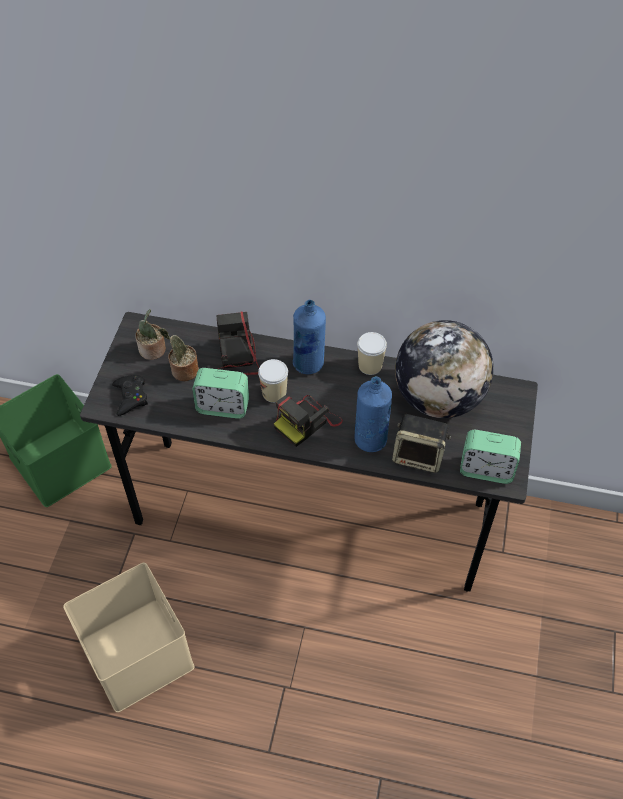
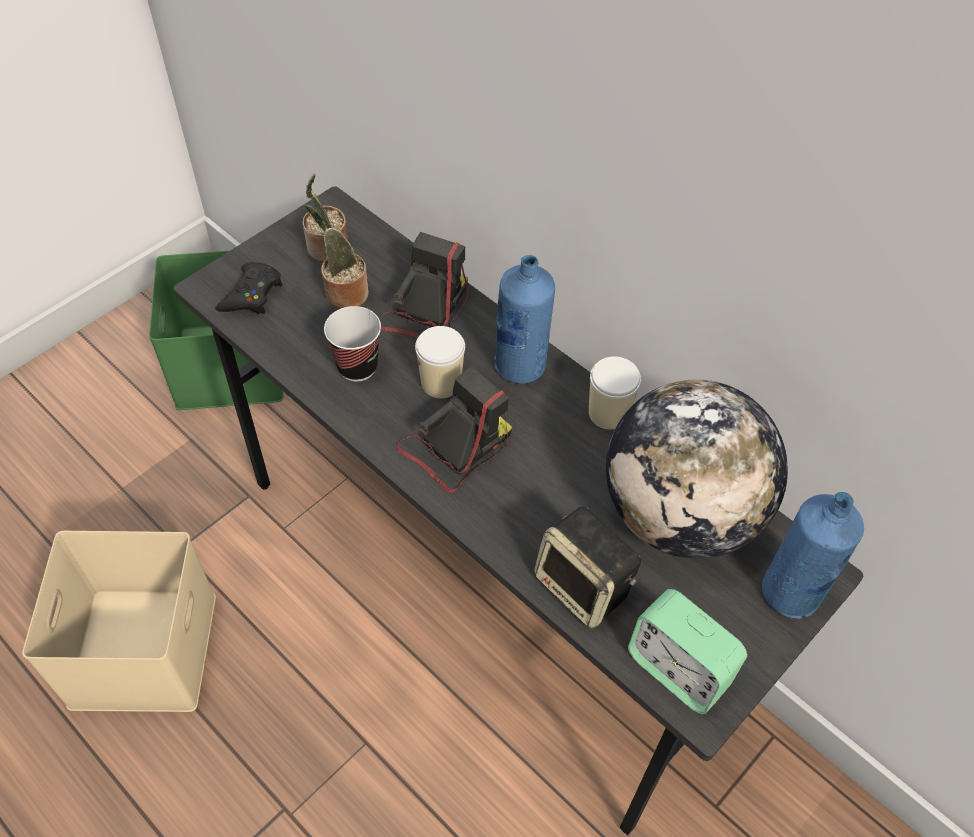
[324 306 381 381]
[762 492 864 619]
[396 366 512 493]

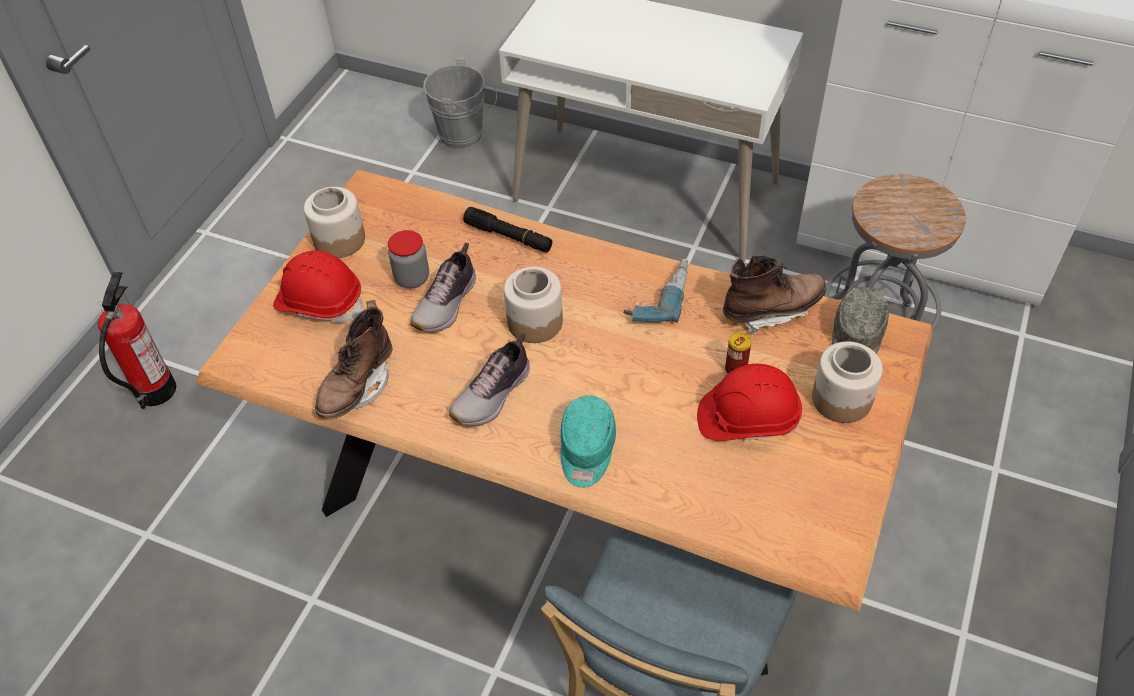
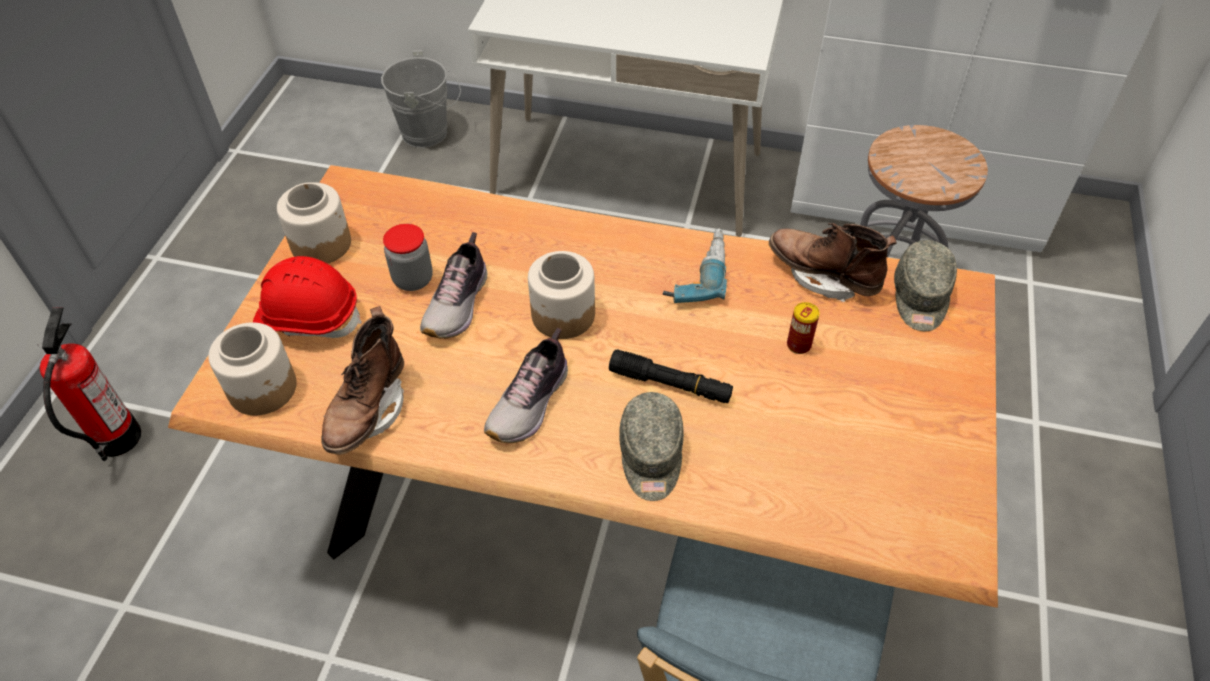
[609 349 733 403]
[769 223 897 302]
[208 322 297 416]
[697 364 802 441] (first image)
[619 392 684 501]

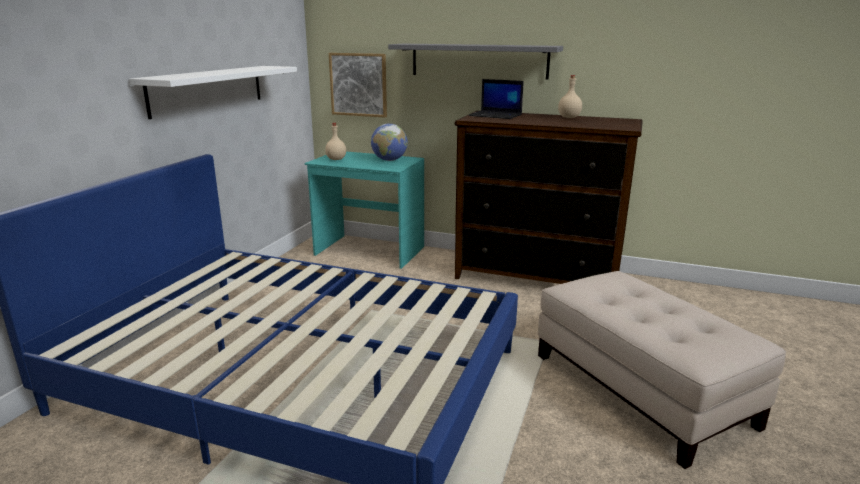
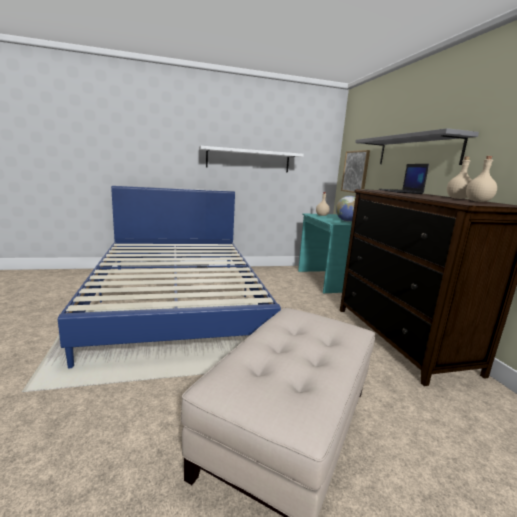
[466 156 497 202]

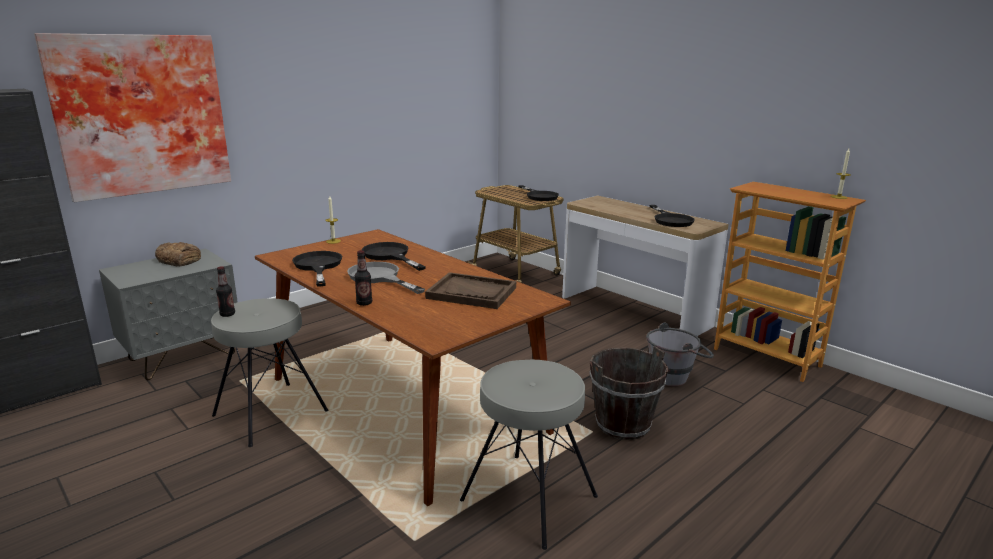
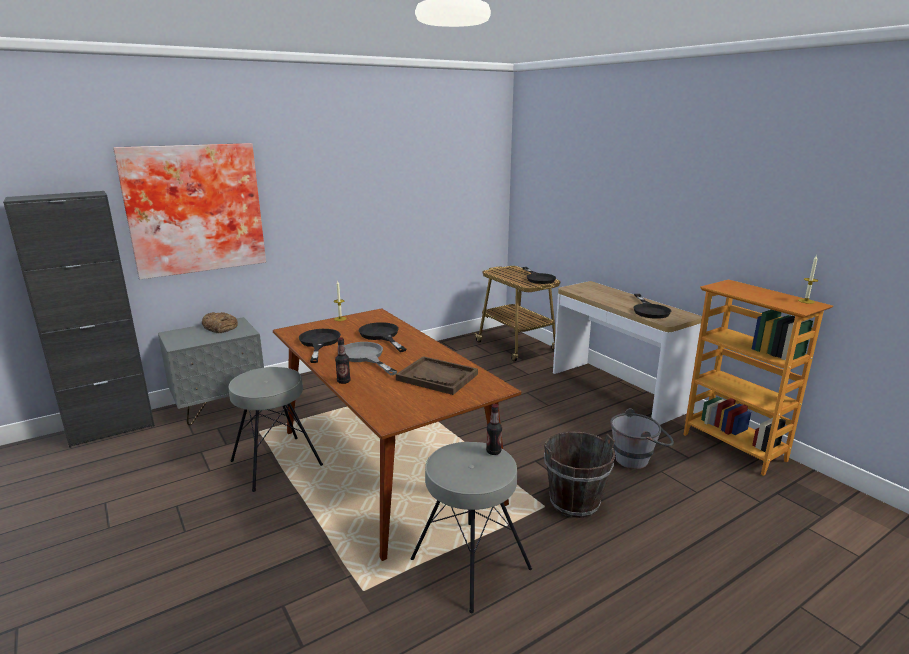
[486 404 502 455]

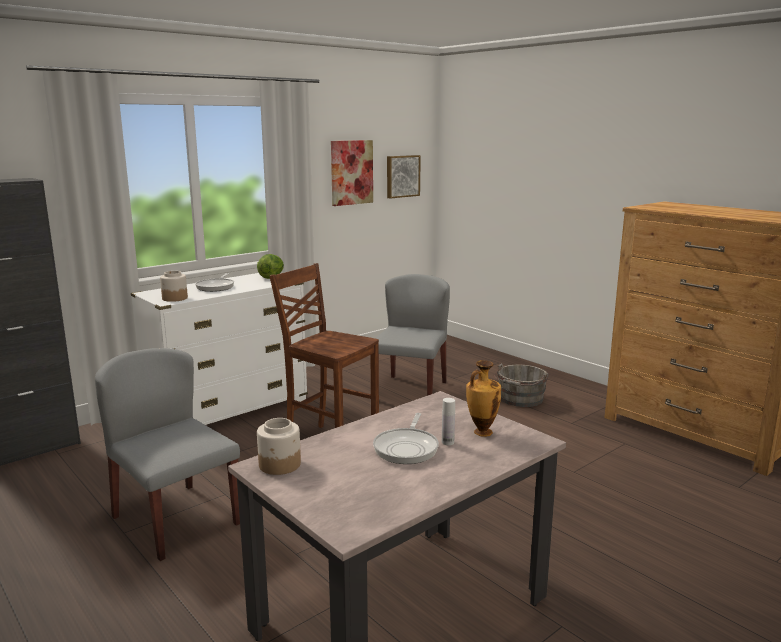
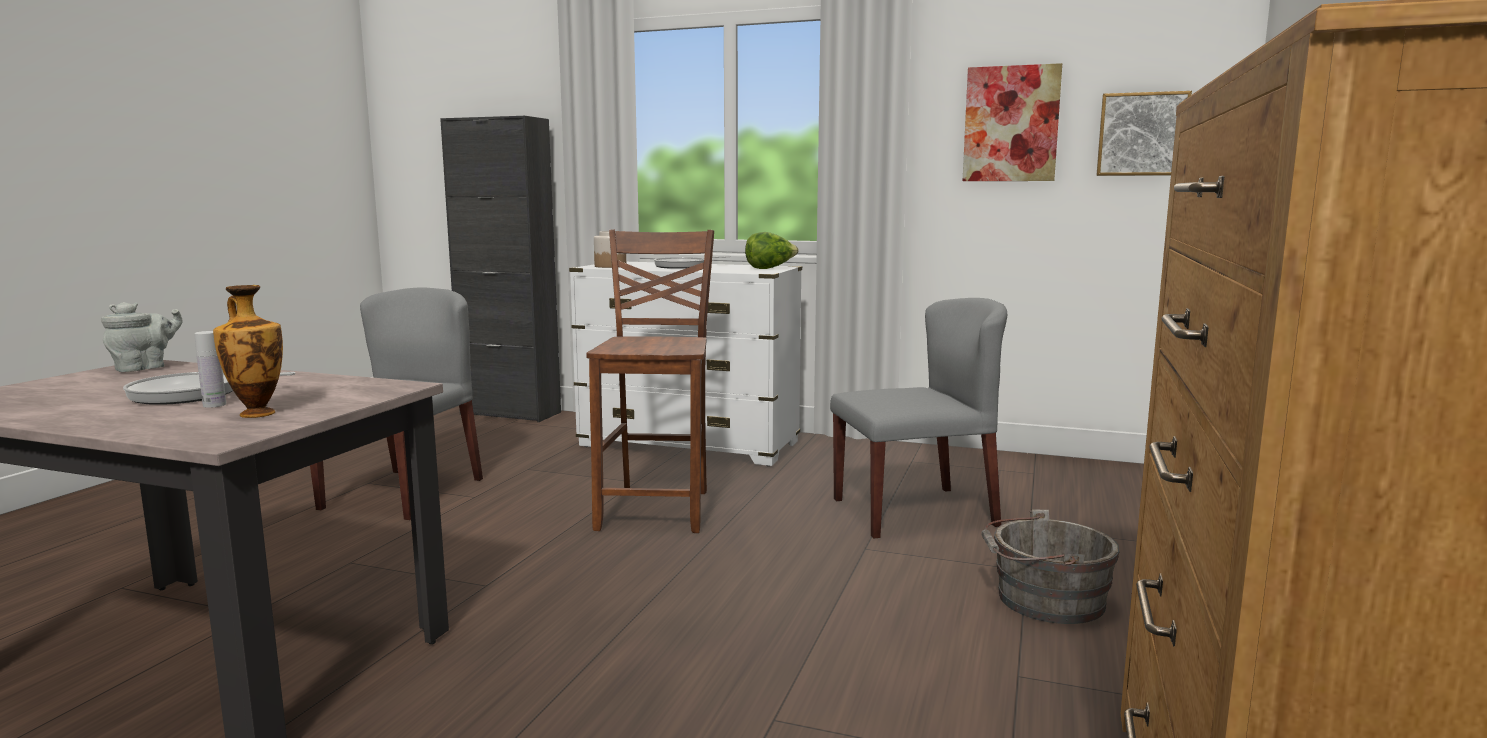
[101 302 183 372]

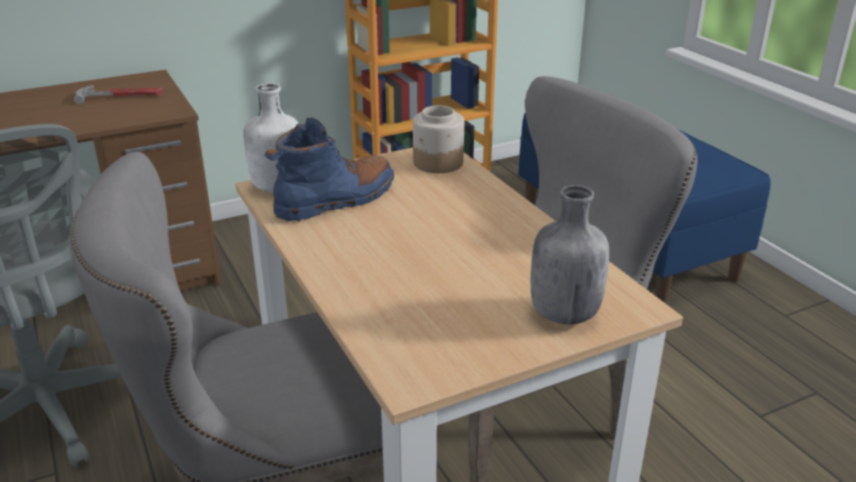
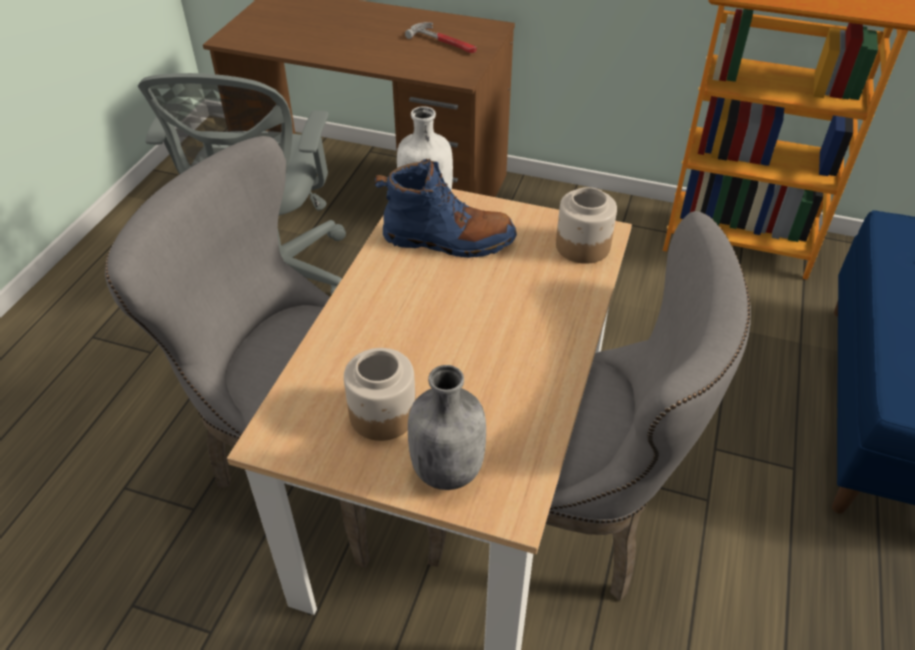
[344 348 416 441]

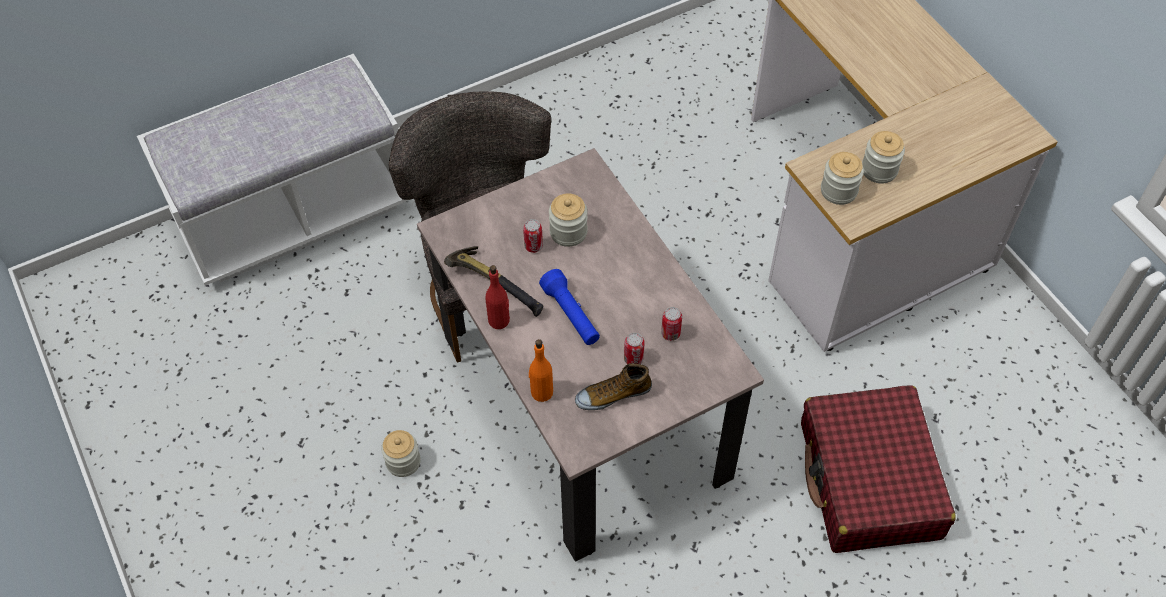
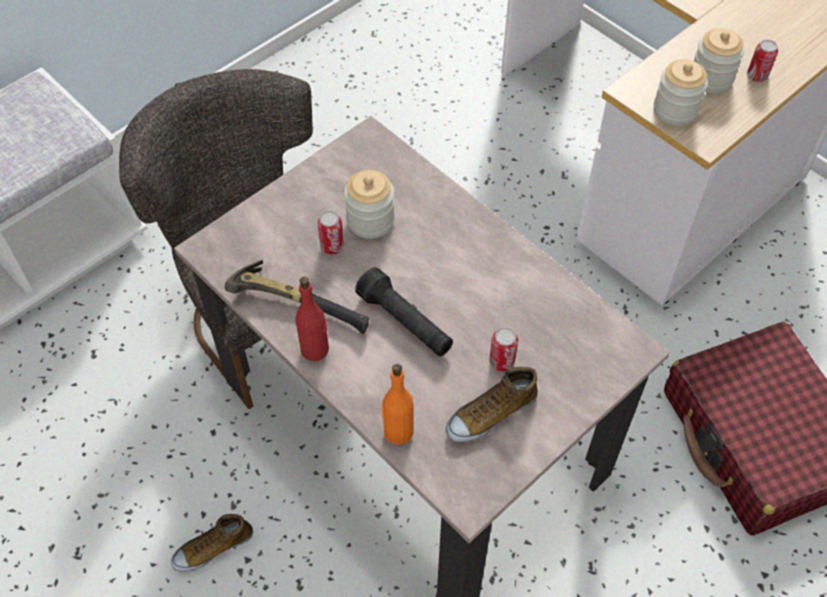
[355 267 453 356]
[747 40 778 82]
[171 514 253 572]

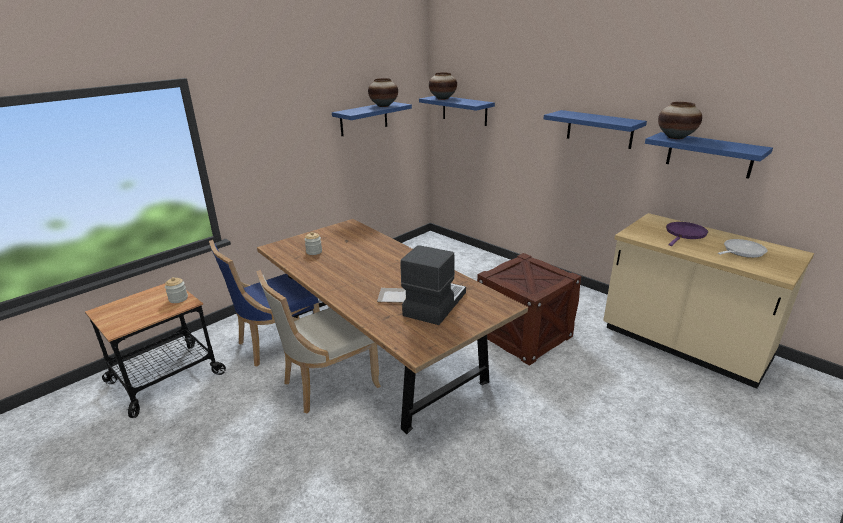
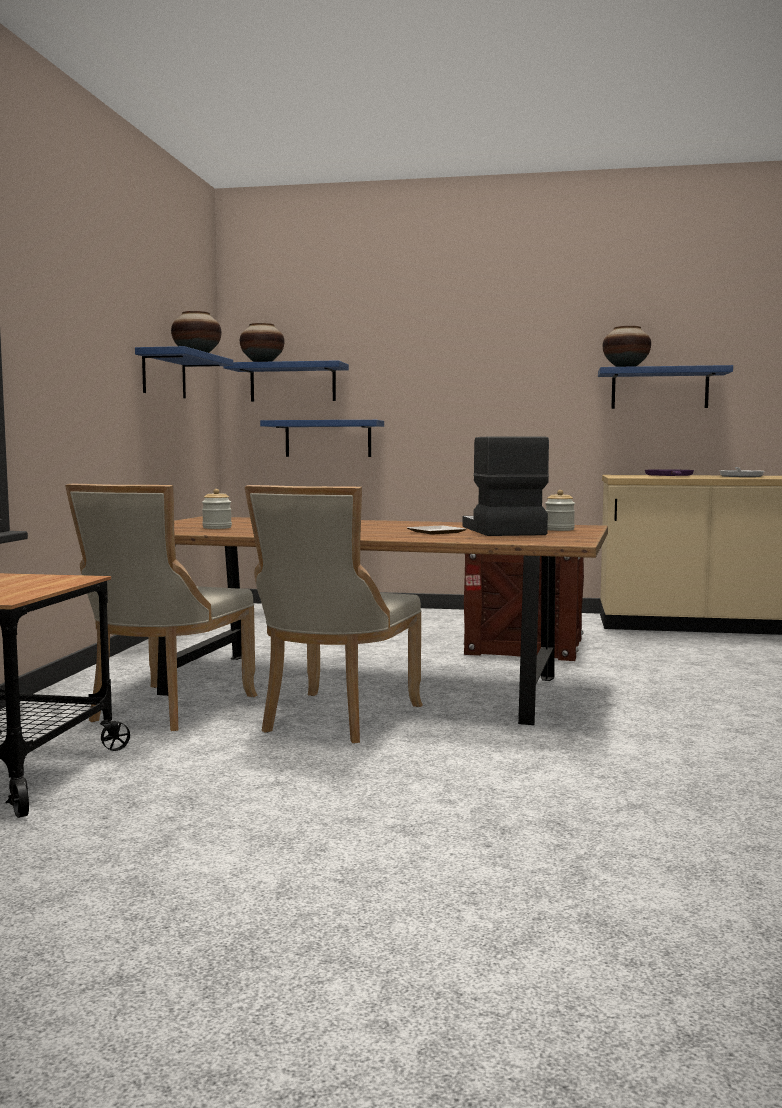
[260 420 384 457]
[65 484 257 731]
[545 490 575 531]

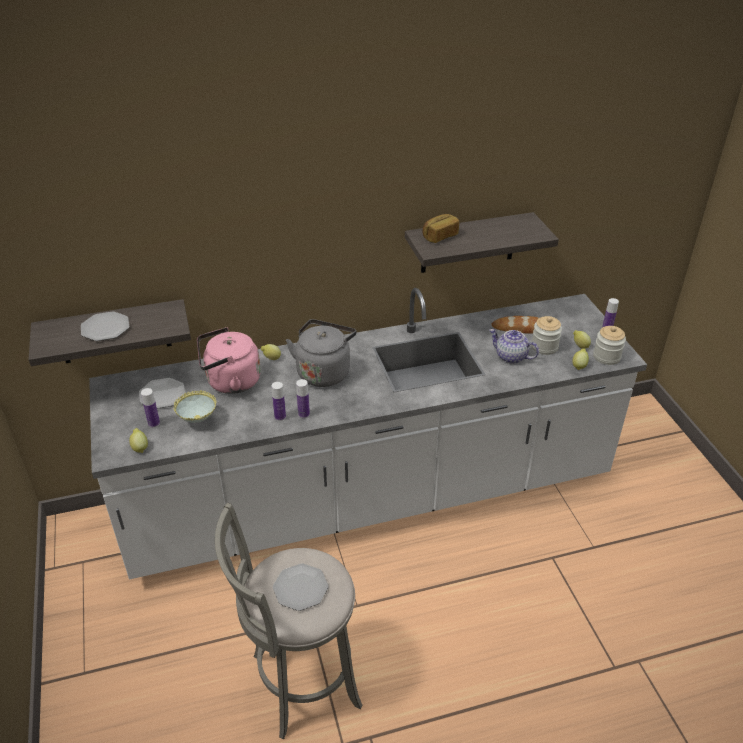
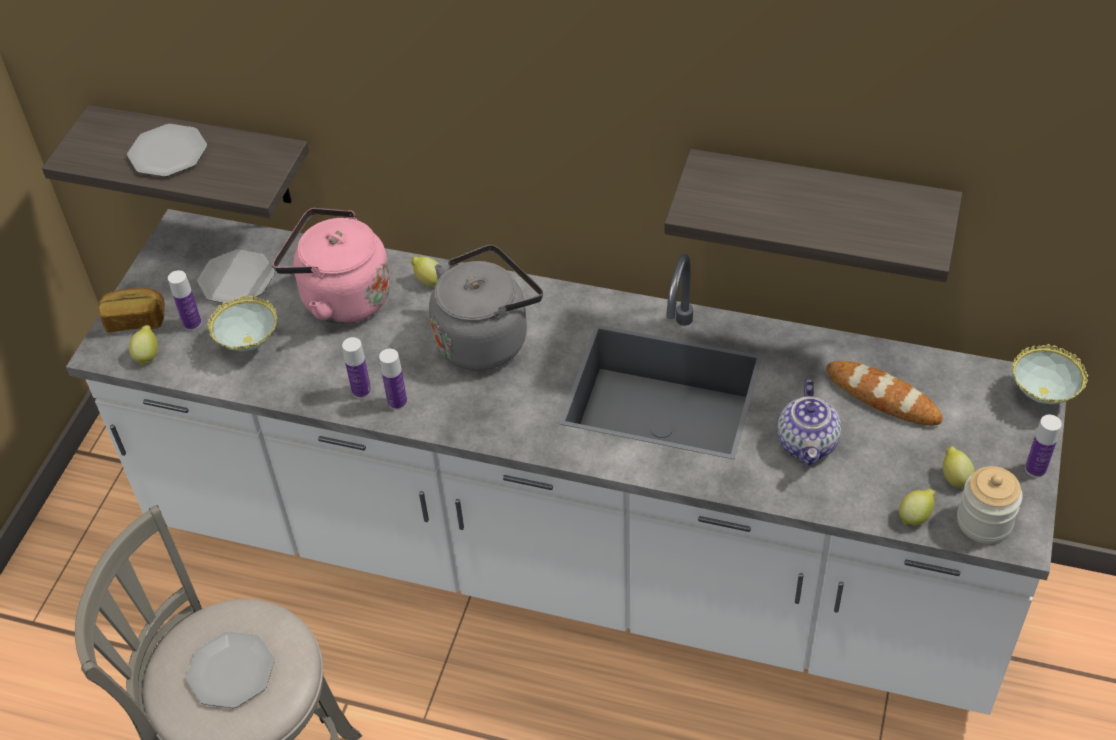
[98 288 165 333]
[532 316 562 355] (first image)
[777 379 841 466]
[1012 344 1088 404]

